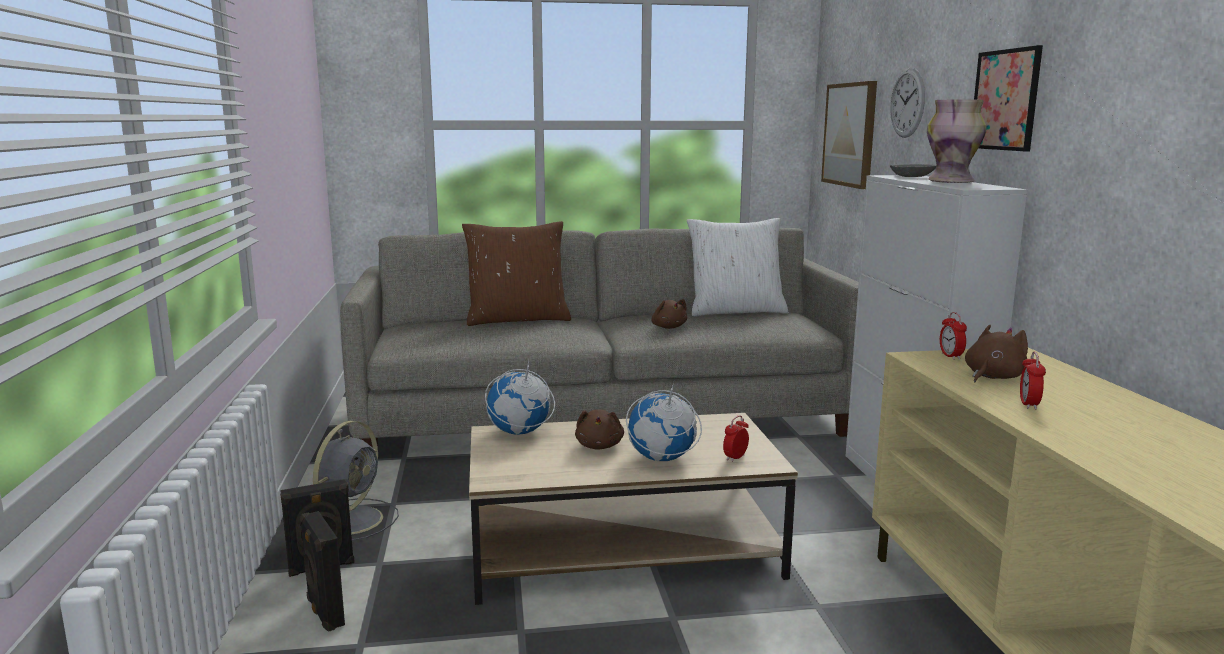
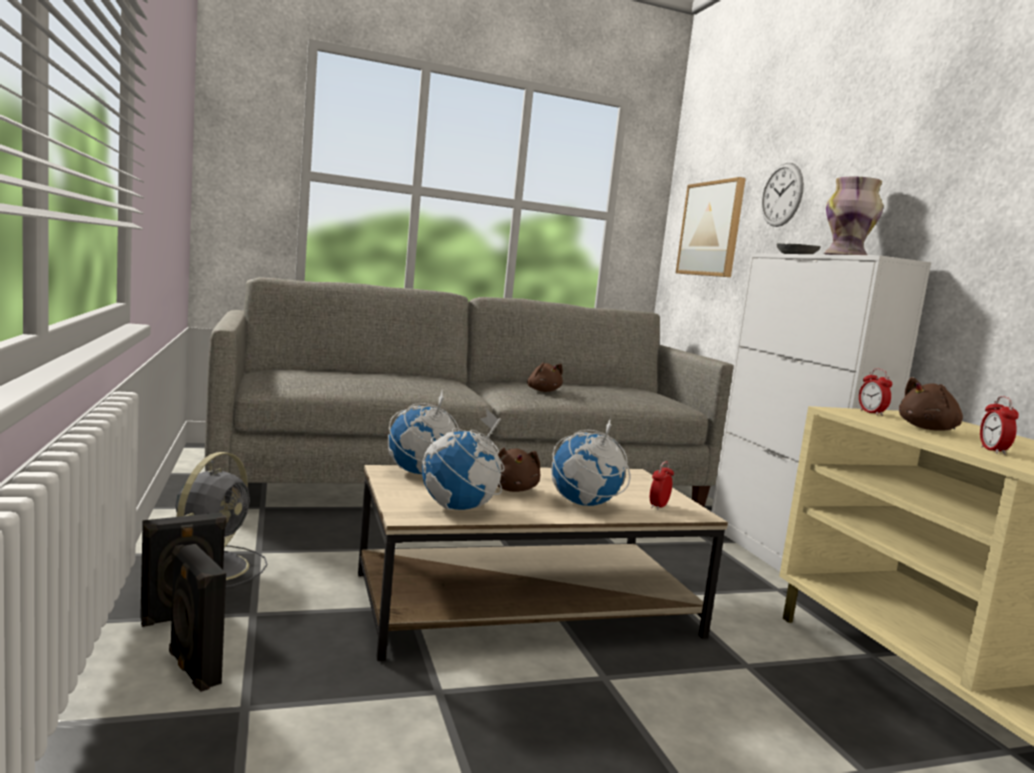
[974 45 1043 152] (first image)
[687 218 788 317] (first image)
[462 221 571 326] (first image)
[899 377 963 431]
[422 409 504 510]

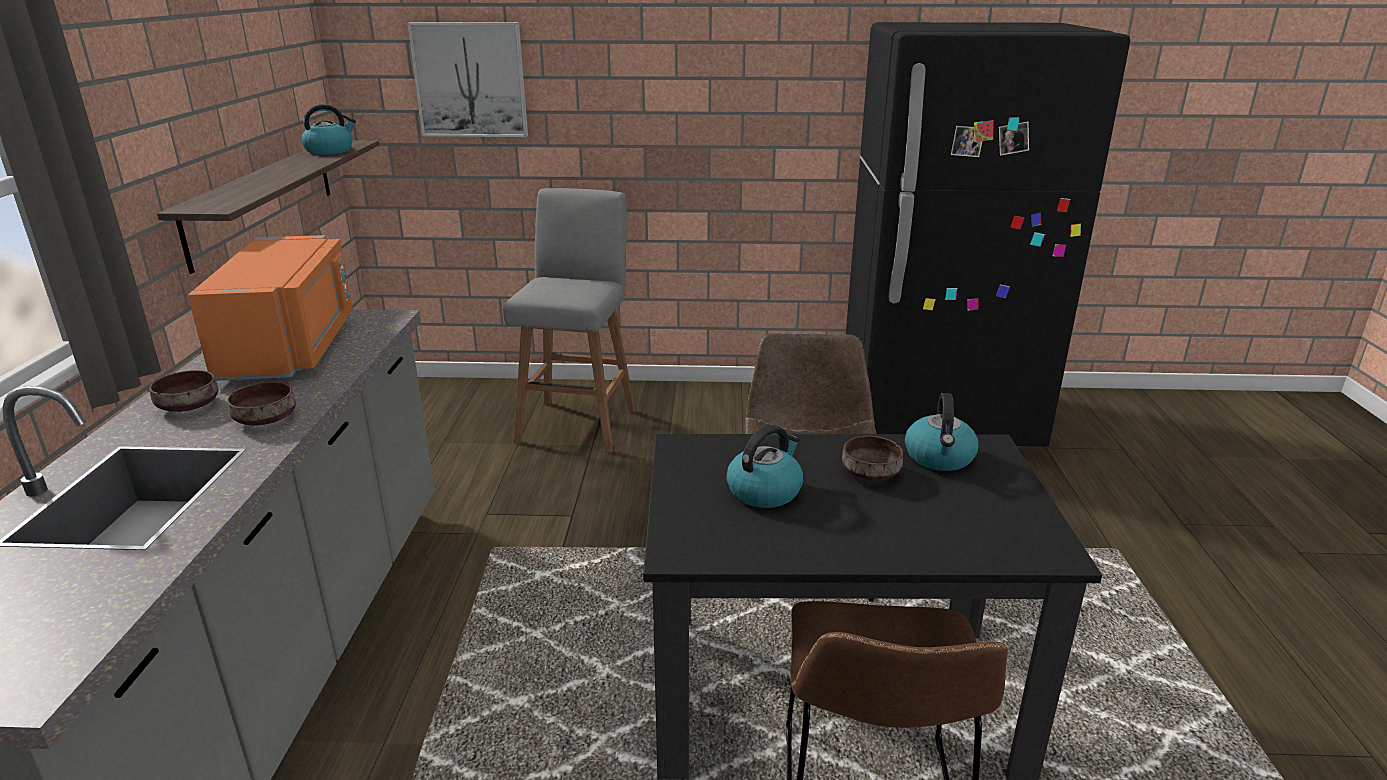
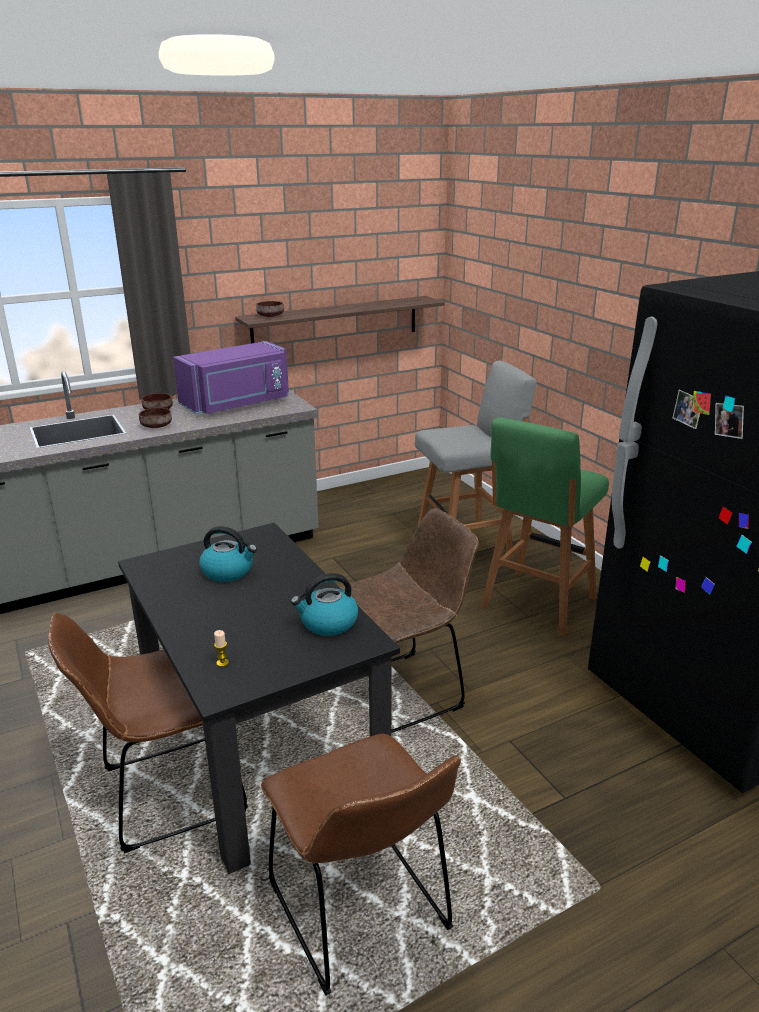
[407 22 528 137] (first image)
[301 104 356 155] (first image)
[173 341 289 414]
[256 301 284 317]
[481 417 609 636]
[214 630 229 667]
[261 734 461 996]

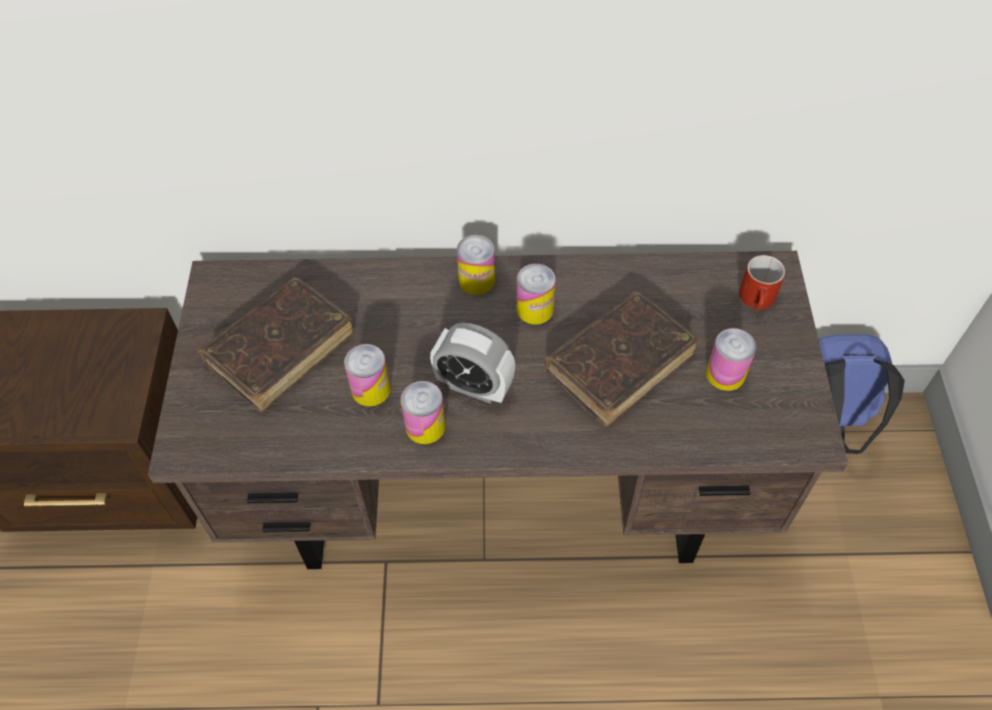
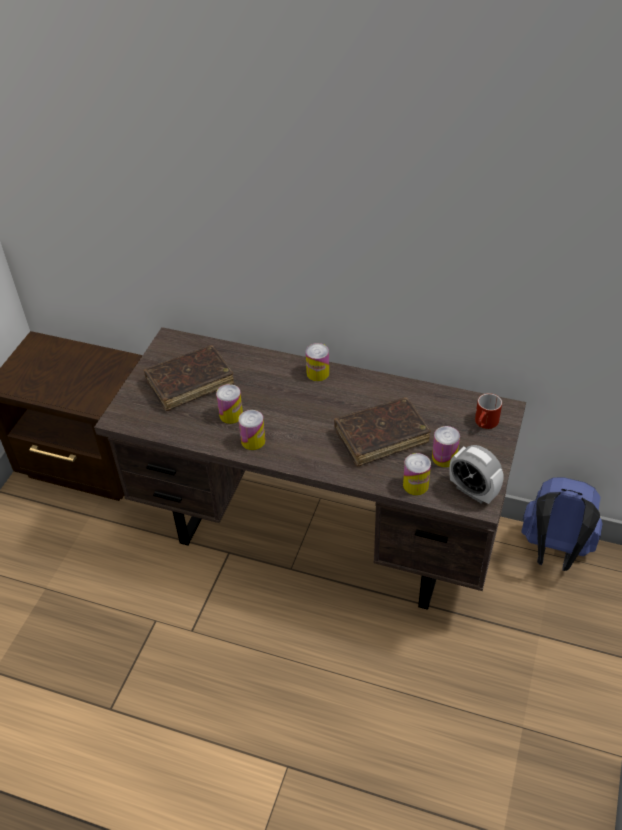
[403 453 431 495]
[449 445 504 504]

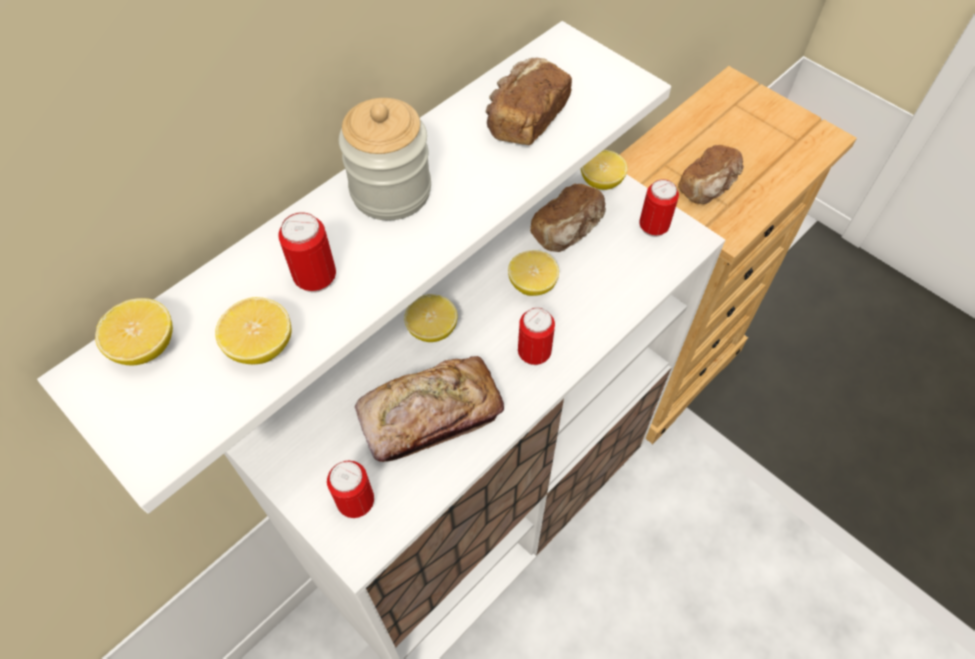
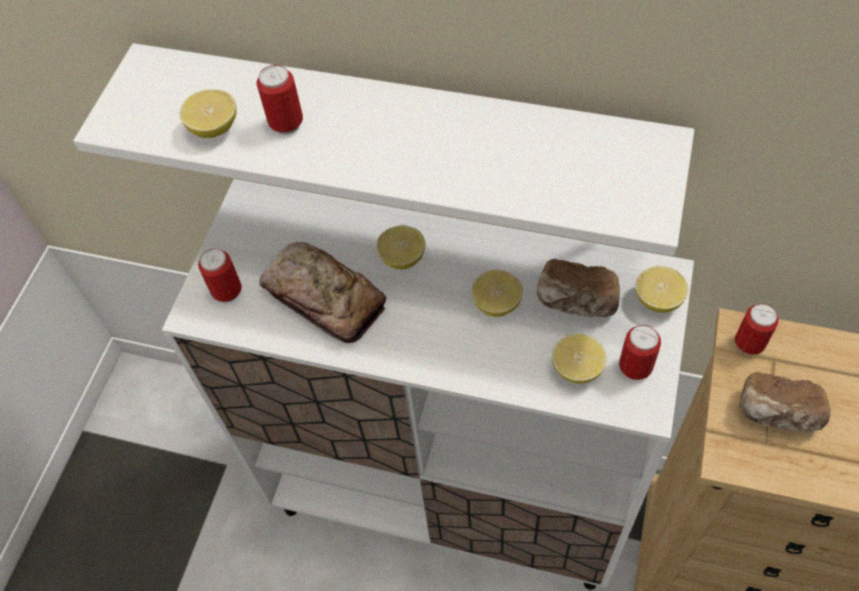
[485 58 572 145] (first image)
[339 98 431 220] (first image)
[552 333 607 383]
[735 304 779 355]

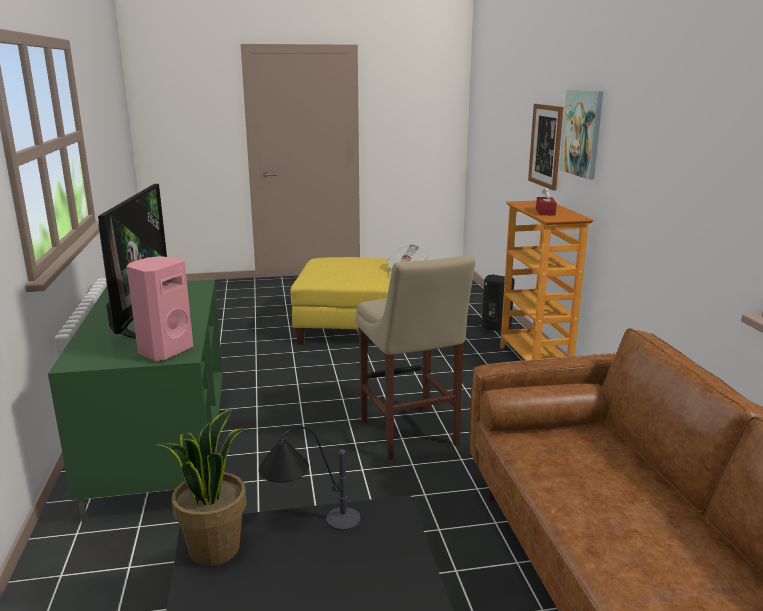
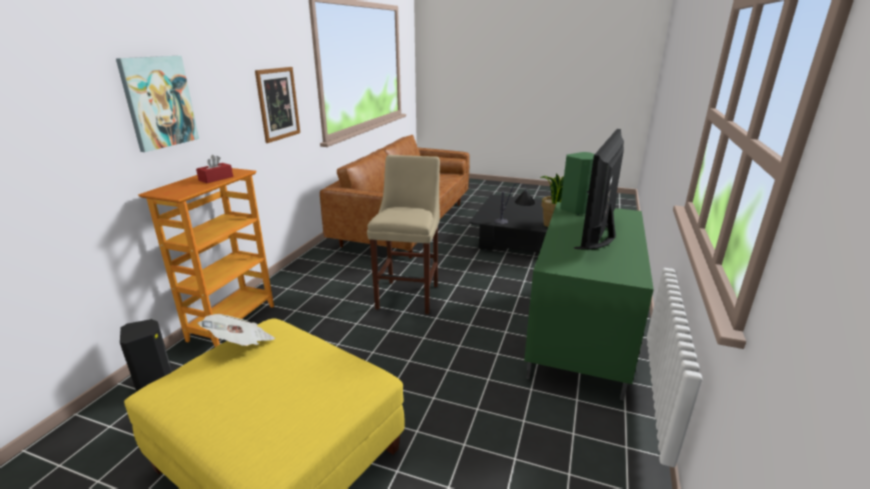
[255 67 300 143]
[560 152 595 215]

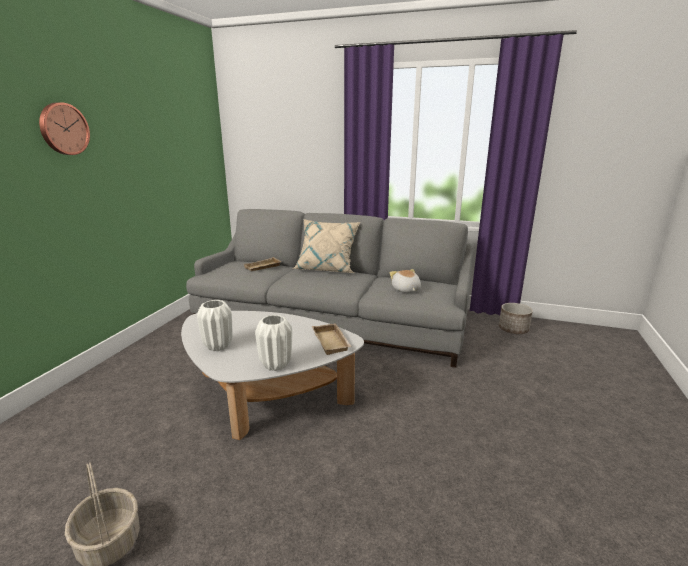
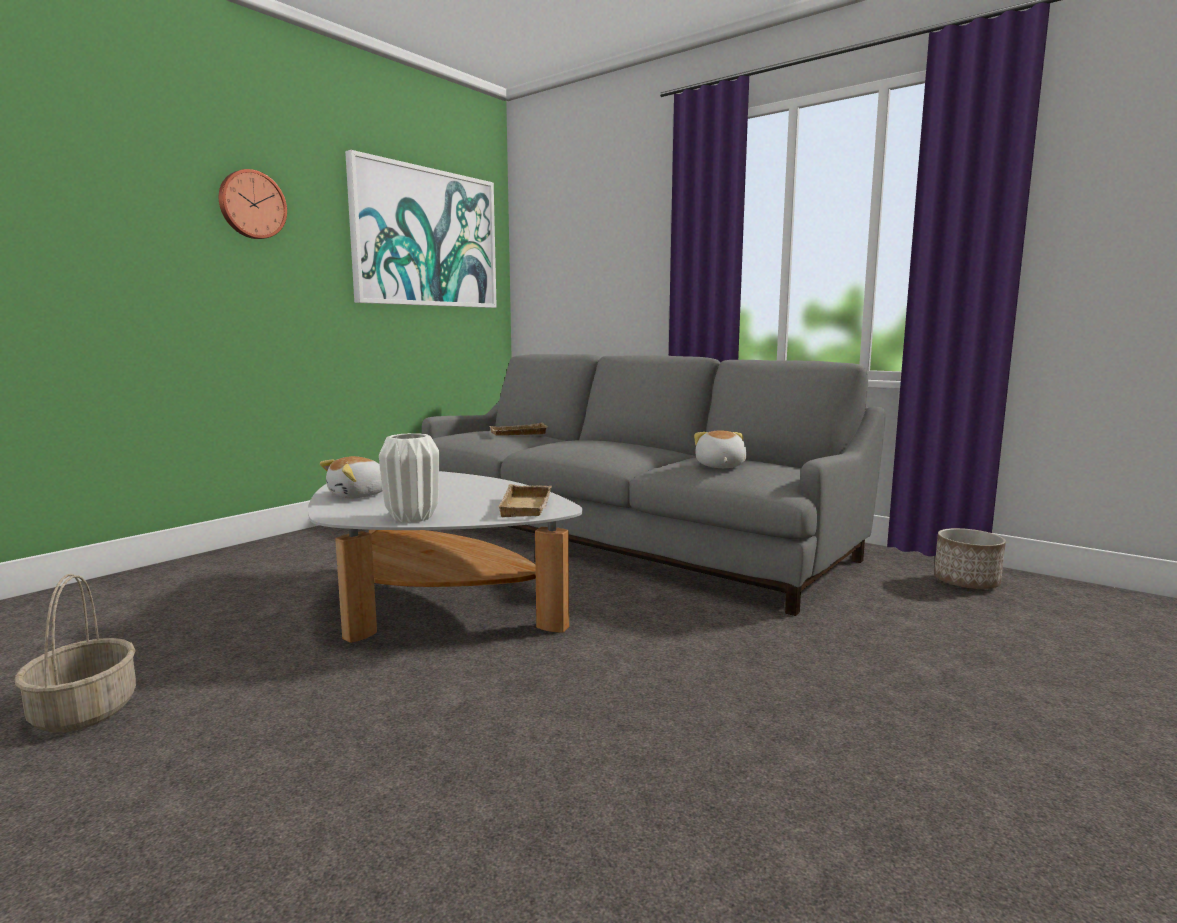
[292 219 360 273] (first image)
[320 456 382 498]
[345 150 497 308]

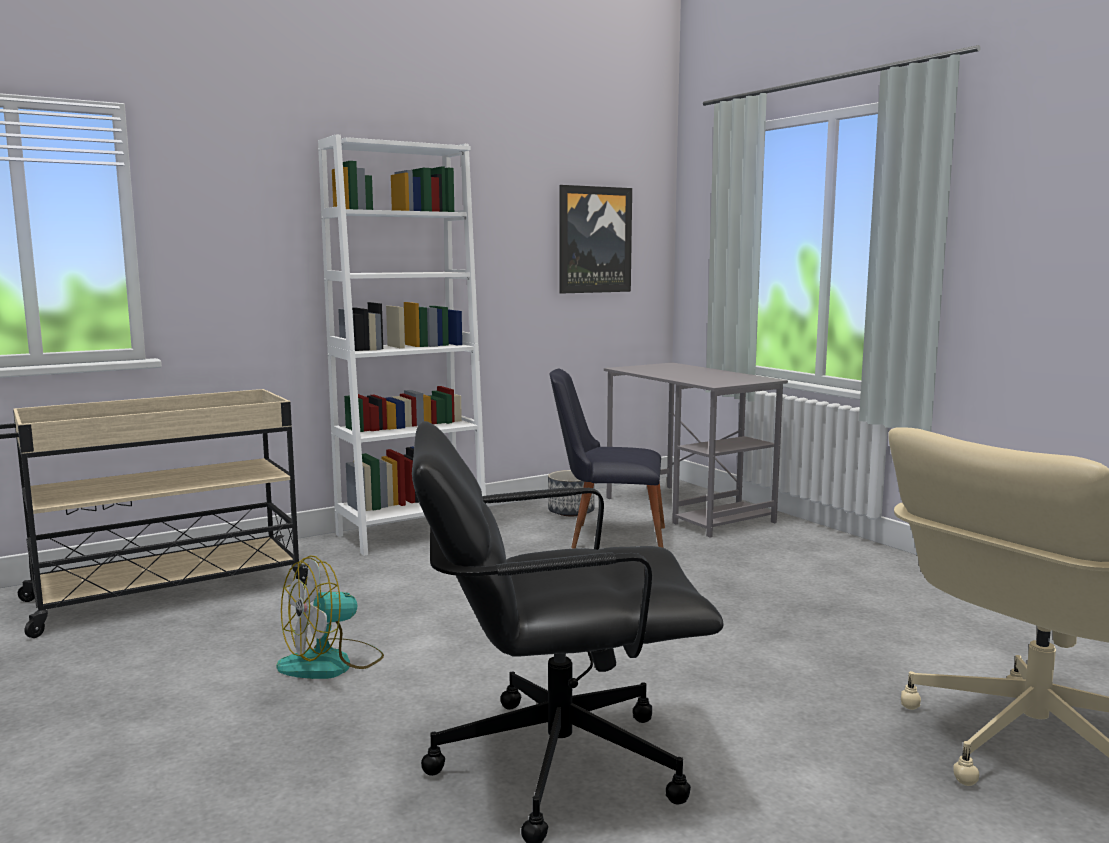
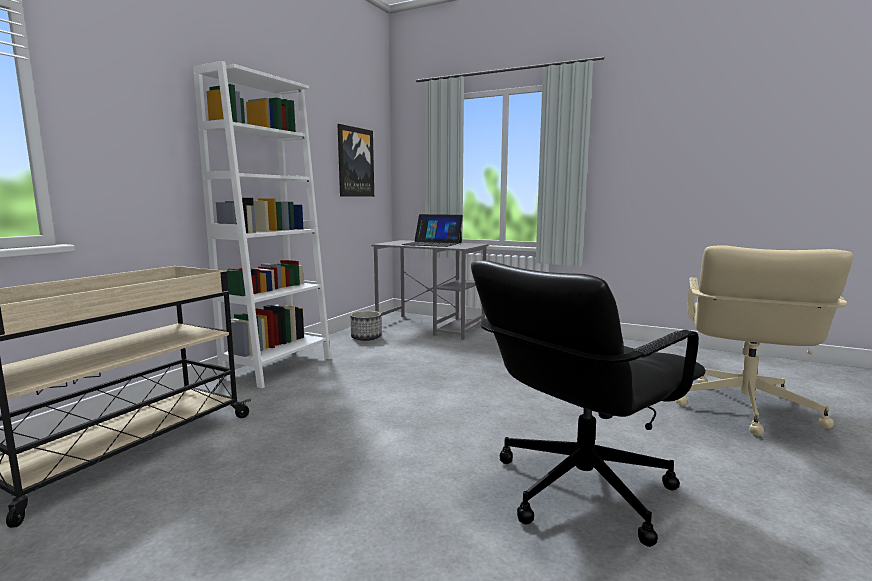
[550 369 665 549] (first image)
[276 555 384 679] (first image)
[402 214 463 247]

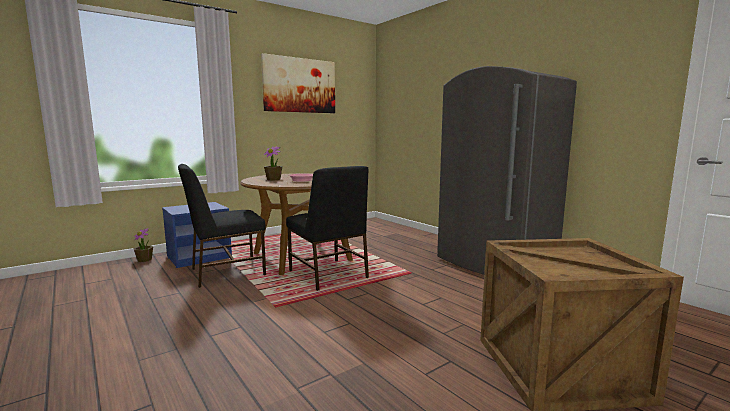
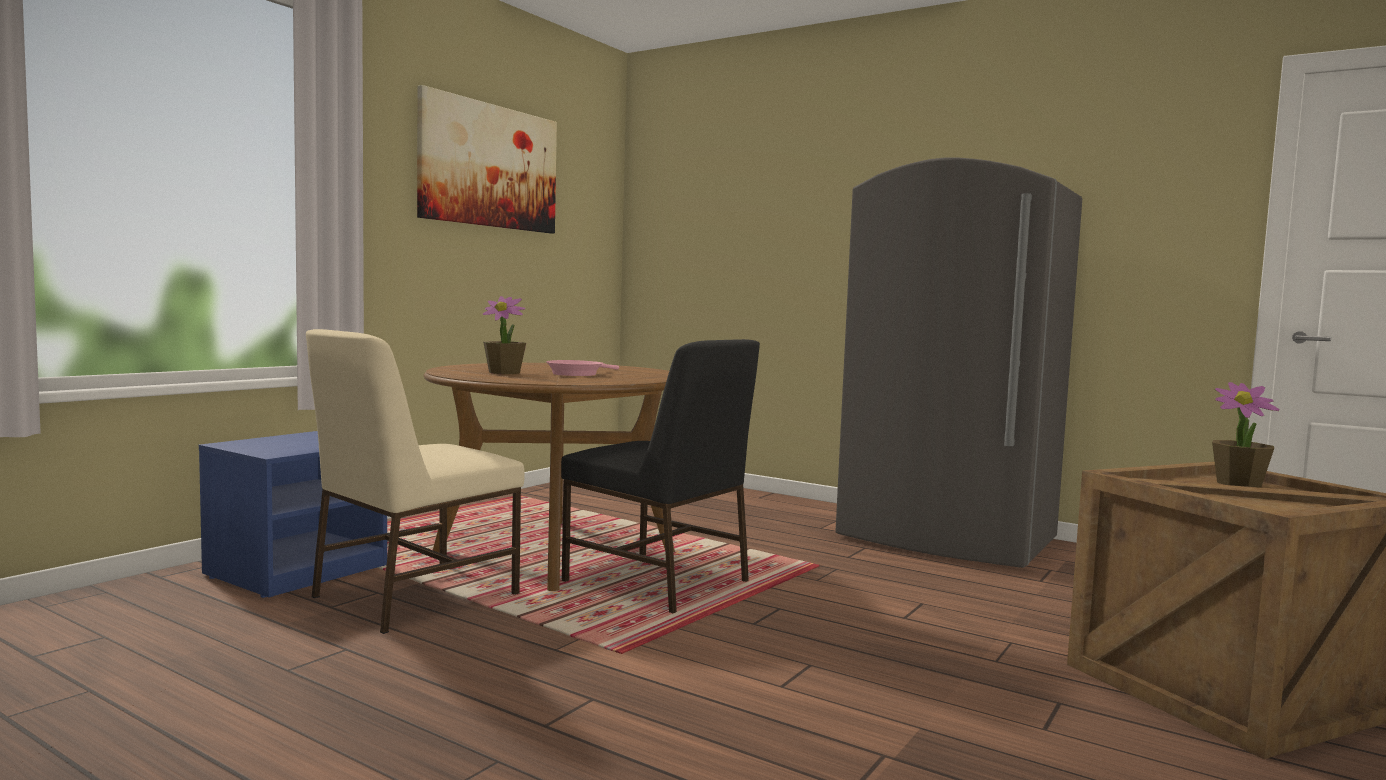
[306 329 524 634]
[1212 382 1279 488]

